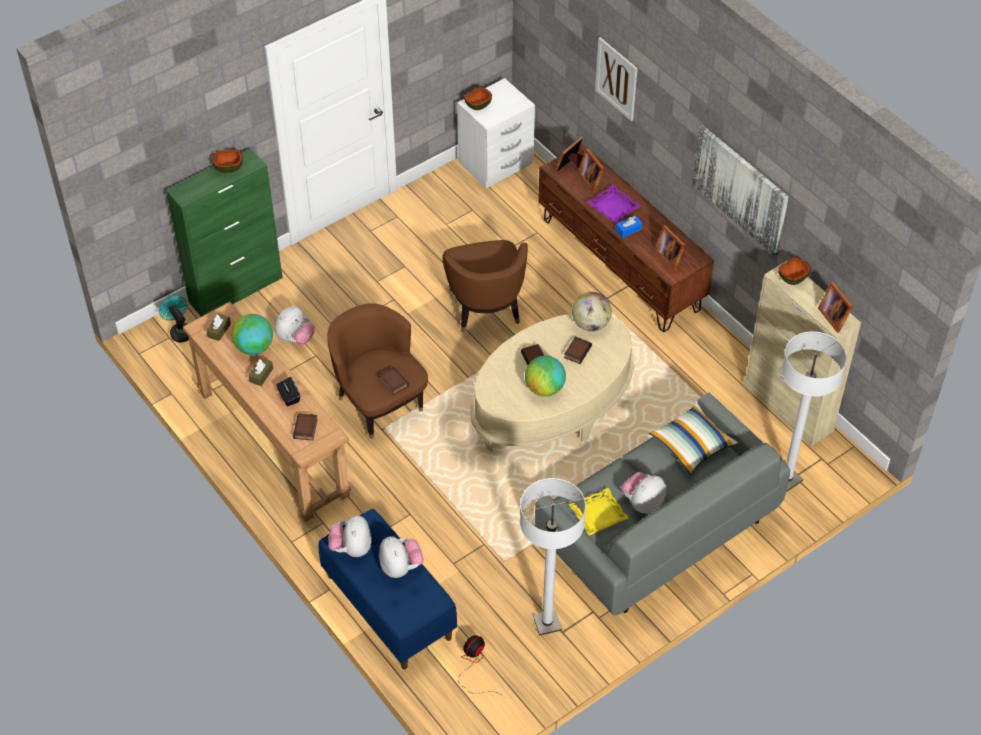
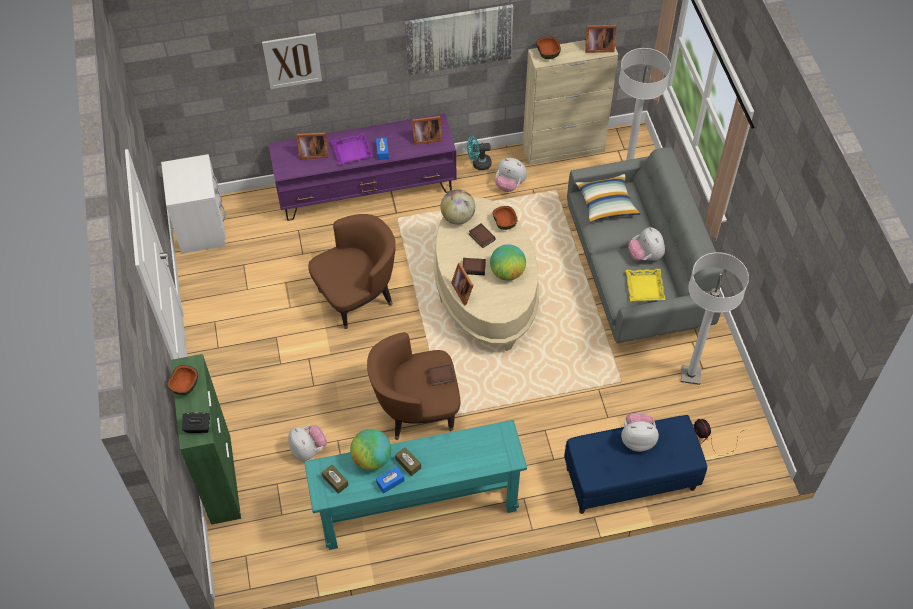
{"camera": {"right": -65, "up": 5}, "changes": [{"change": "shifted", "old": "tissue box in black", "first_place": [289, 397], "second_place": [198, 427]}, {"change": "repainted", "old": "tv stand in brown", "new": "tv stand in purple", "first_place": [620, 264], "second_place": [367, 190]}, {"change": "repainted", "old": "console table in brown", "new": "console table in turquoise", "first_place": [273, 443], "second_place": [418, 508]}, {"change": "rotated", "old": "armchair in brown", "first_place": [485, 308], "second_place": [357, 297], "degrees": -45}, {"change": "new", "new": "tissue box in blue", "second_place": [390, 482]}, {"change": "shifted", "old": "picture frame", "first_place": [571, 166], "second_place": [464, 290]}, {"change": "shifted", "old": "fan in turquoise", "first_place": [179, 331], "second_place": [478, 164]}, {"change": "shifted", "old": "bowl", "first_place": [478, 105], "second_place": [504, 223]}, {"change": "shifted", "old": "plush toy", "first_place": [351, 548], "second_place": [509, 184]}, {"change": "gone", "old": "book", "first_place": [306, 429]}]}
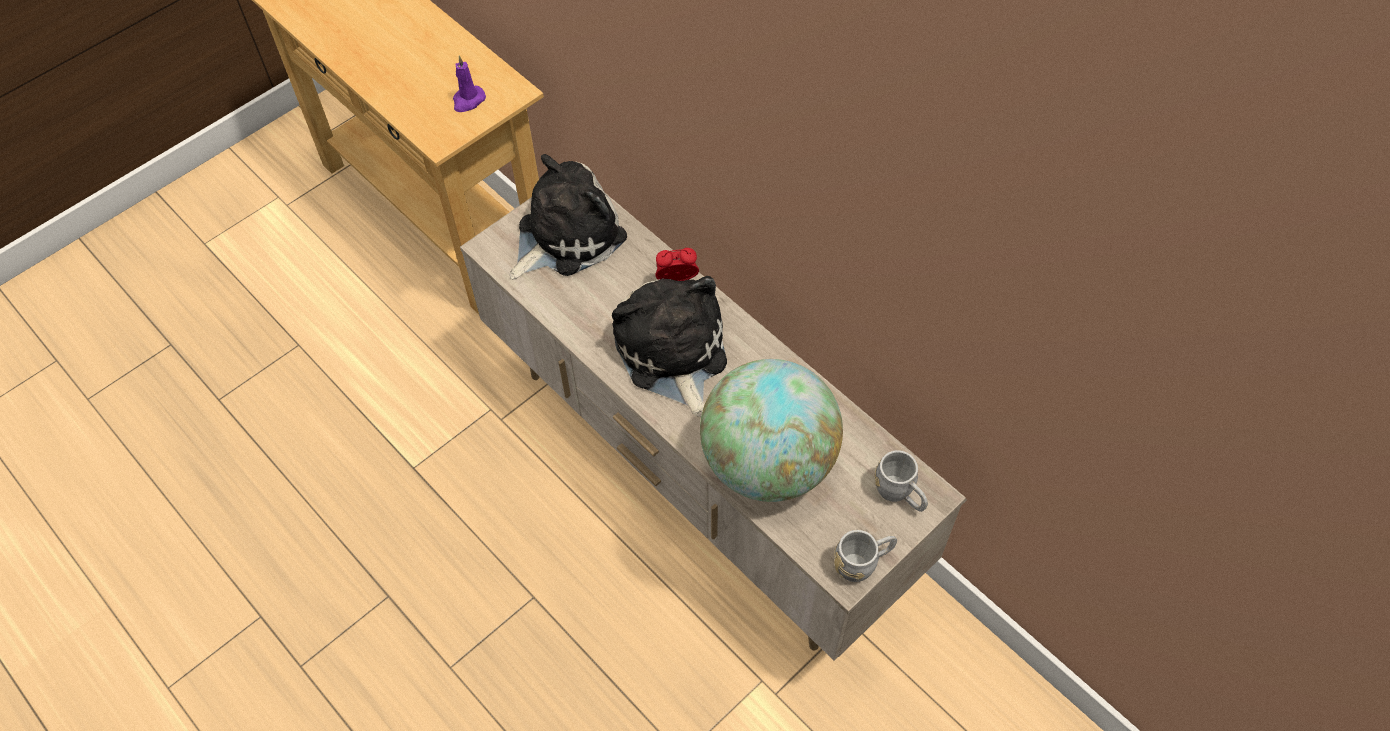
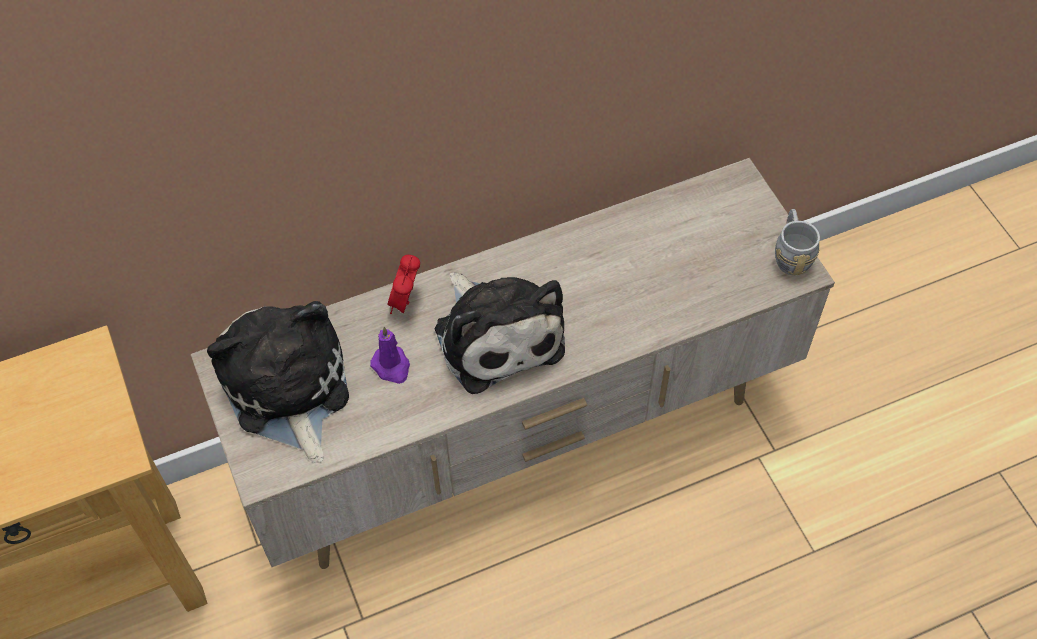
{"camera": {"right": -70, "up": 0}, "changes": [{"change": "shifted", "old": "candle in purple", "first_place": [468, 100], "second_place": [392, 366]}, {"change": "rotated", "old": "plush toy", "first_place": [672, 354], "second_place": [497, 334], "degrees": -120}, {"change": "gone", "old": "globe", "first_place": [768, 463]}, {"change": "gone", "old": "mug in grey", "first_place": [899, 495]}]}
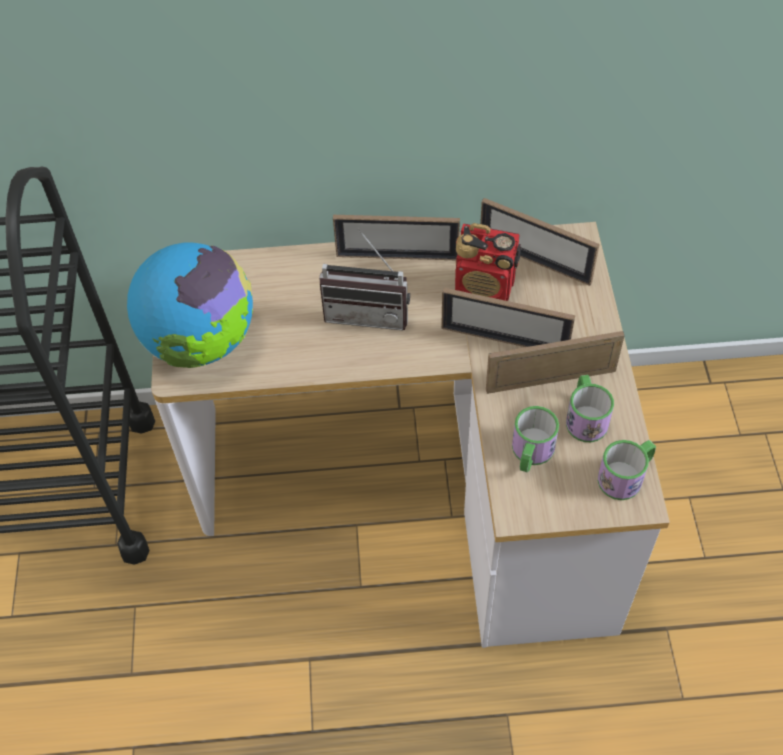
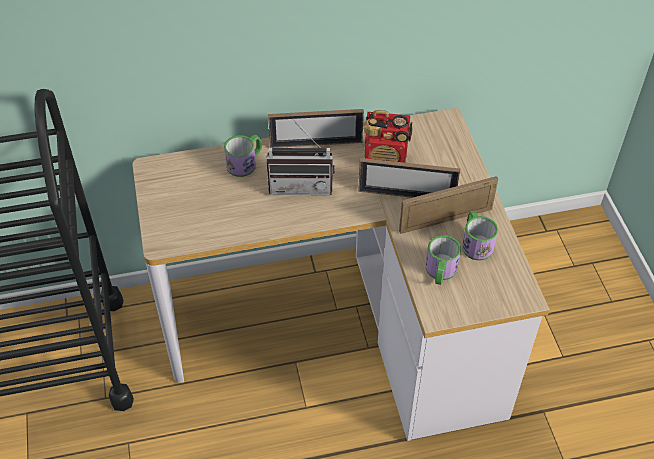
{"camera": {"right": -10, "up": -5}, "changes": [{"change": "shifted", "old": "mug", "first_place": [626, 476], "second_place": [245, 163]}, {"change": "gone", "old": "globe", "first_place": [201, 342]}, {"change": "gone", "old": "picture frame", "first_place": [534, 260]}]}
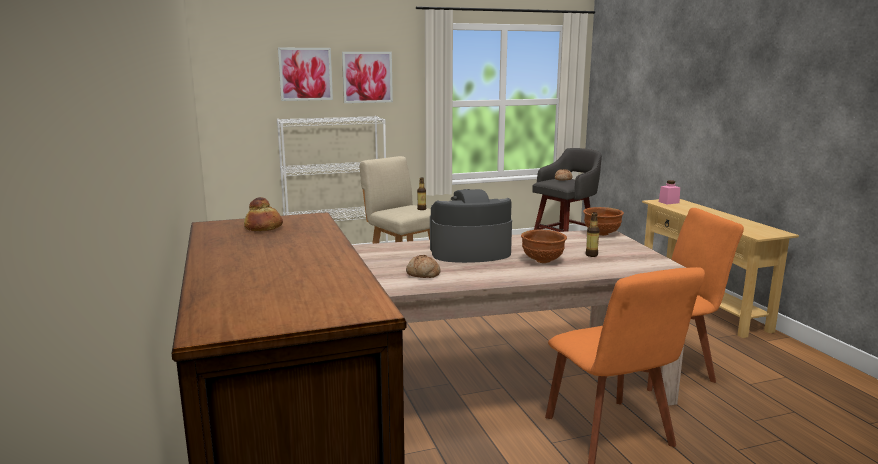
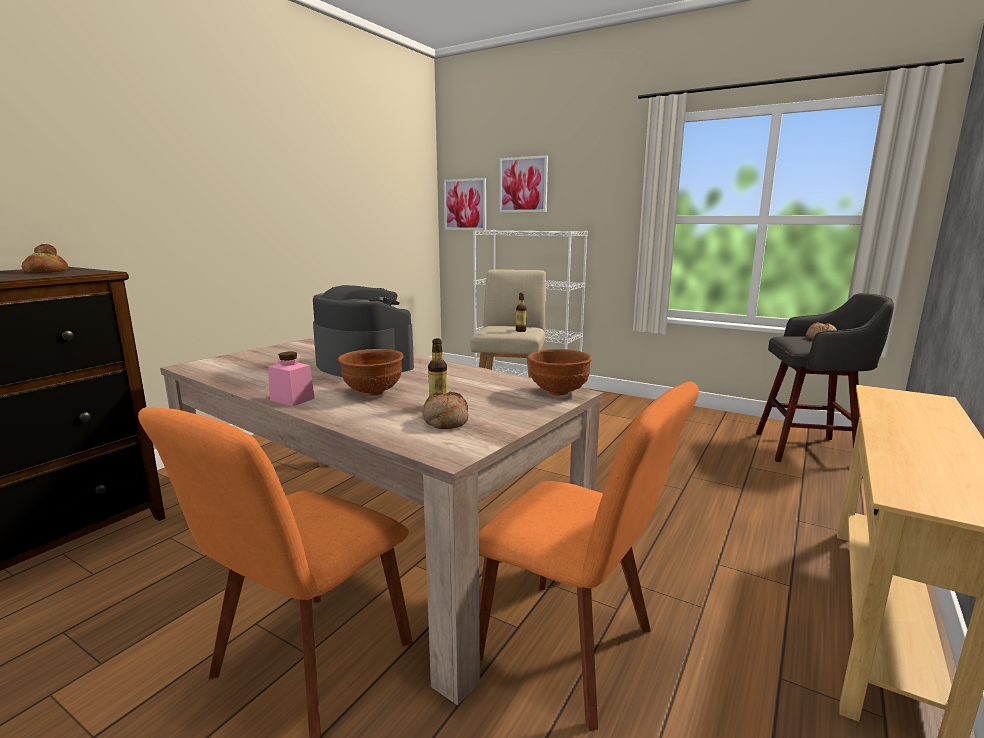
{"camera": {"right": 50, "up": 0}, "changes": [{"change": "shifted", "old": "jar in pink", "first_place": [668, 202], "second_place": [292, 399]}, {"change": "shifted", "old": "bread", "first_place": [422, 274], "second_place": [444, 421]}, {"change": "shifted", "old": "picture", "first_place": [367, 77], "second_place": [465, 204]}]}
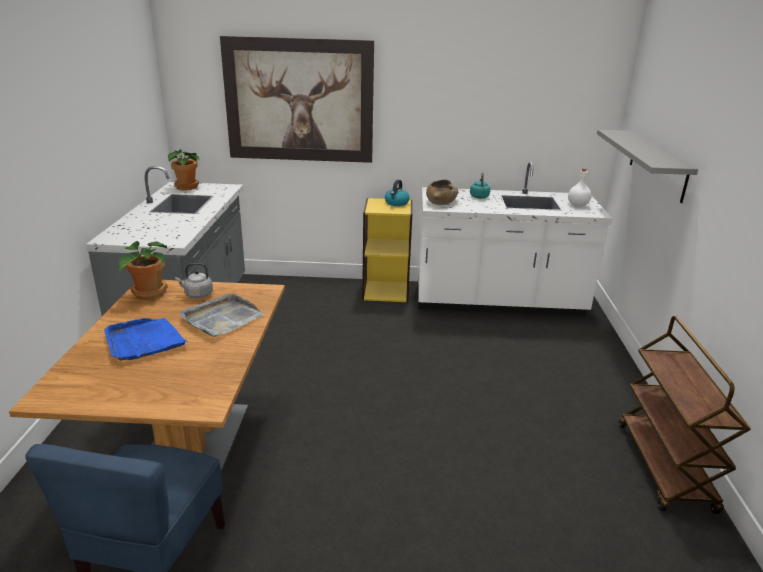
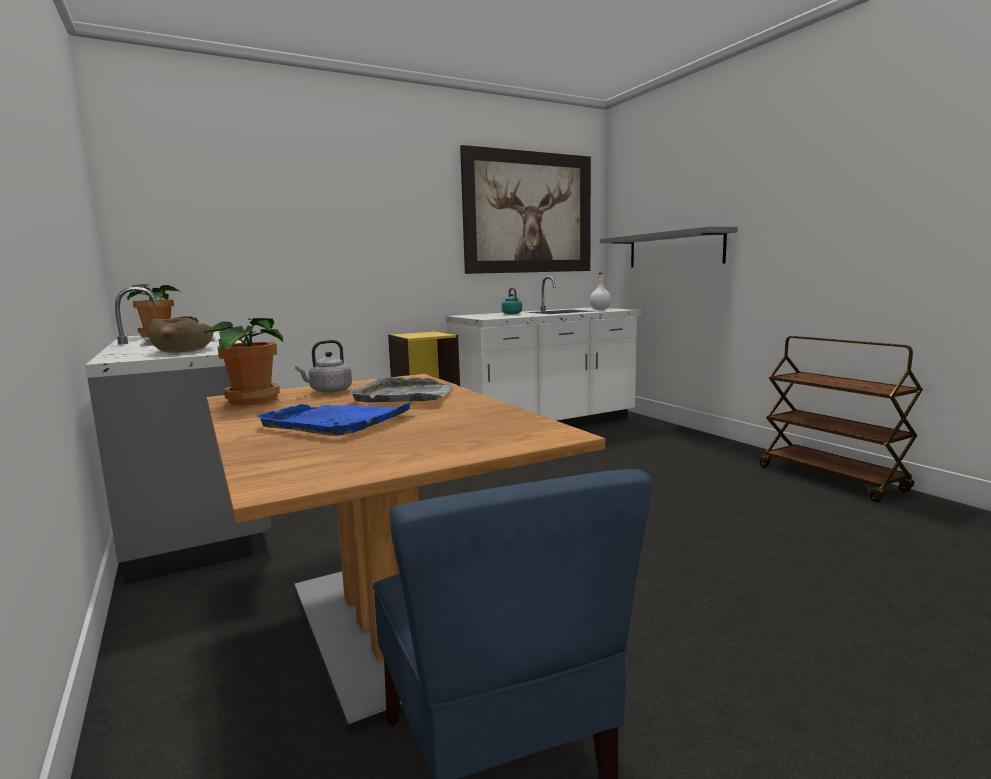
{"camera": {"right": -30, "up": -15}, "changes": [{"change": "shifted", "old": "bowl in brown", "first_place": [441, 201], "second_place": [183, 350]}, {"change": "shifted", "old": "picture", "first_place": [299, 101], "second_place": [529, 213]}, {"change": "gone", "old": "kettle", "first_place": [396, 203]}]}
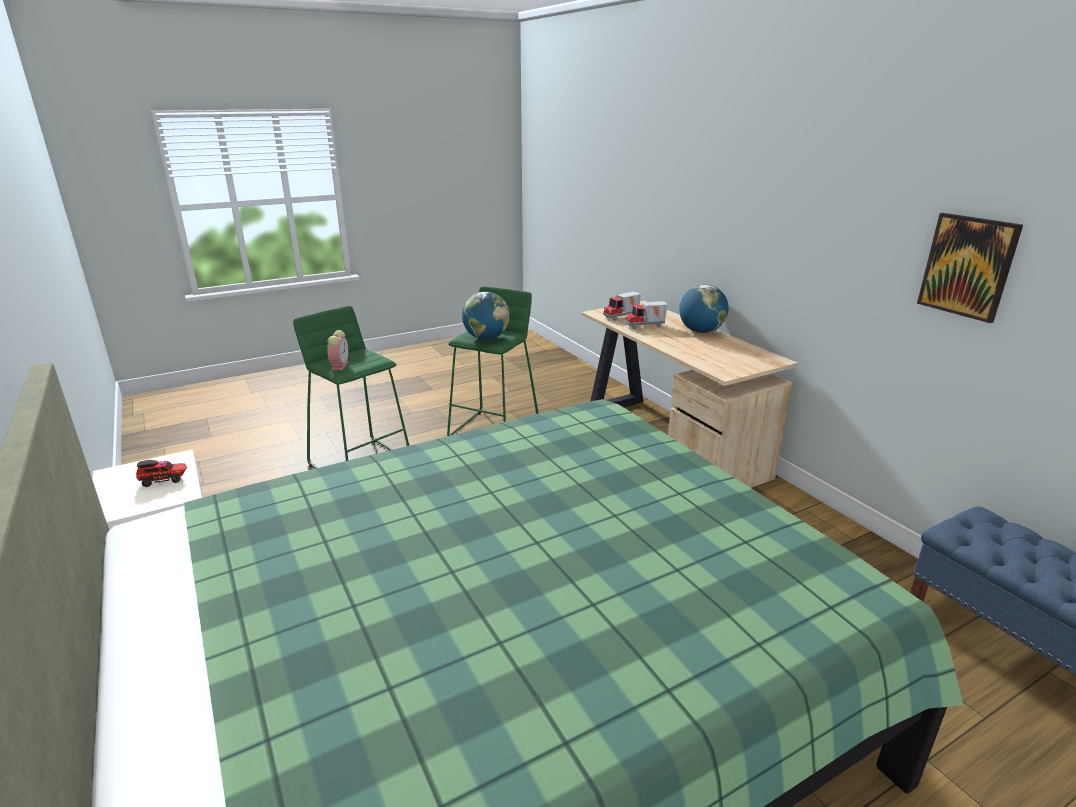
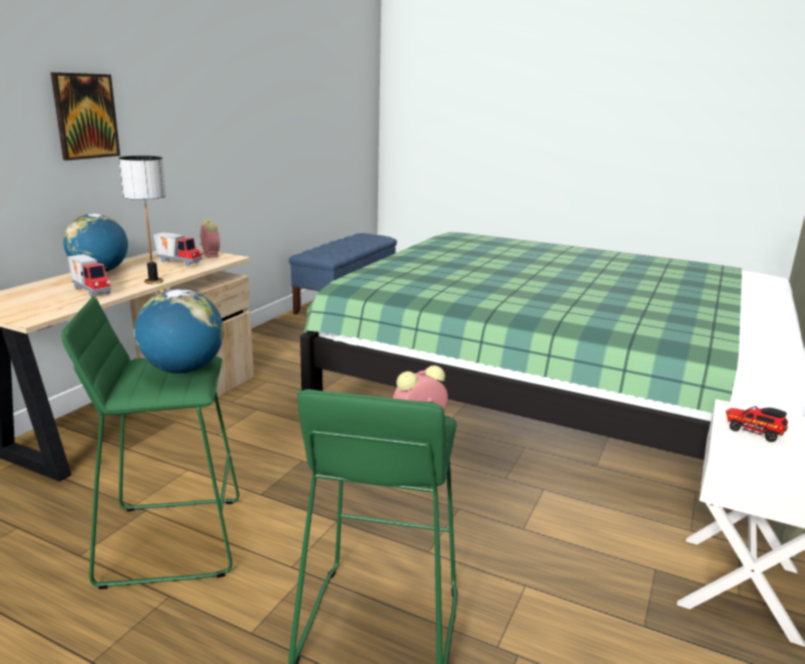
{"camera": {"right": -125, "up": -5}, "changes": [{"change": "shifted", "old": "picture", "first_place": [968, 266], "second_place": [85, 116]}, {"change": "new", "new": "table lamp", "second_place": [153, 281]}, {"change": "shifted", "old": "toy truck", "first_place": [622, 317], "second_place": [180, 262]}, {"change": "new", "new": "alarm clock", "second_place": [210, 254]}]}
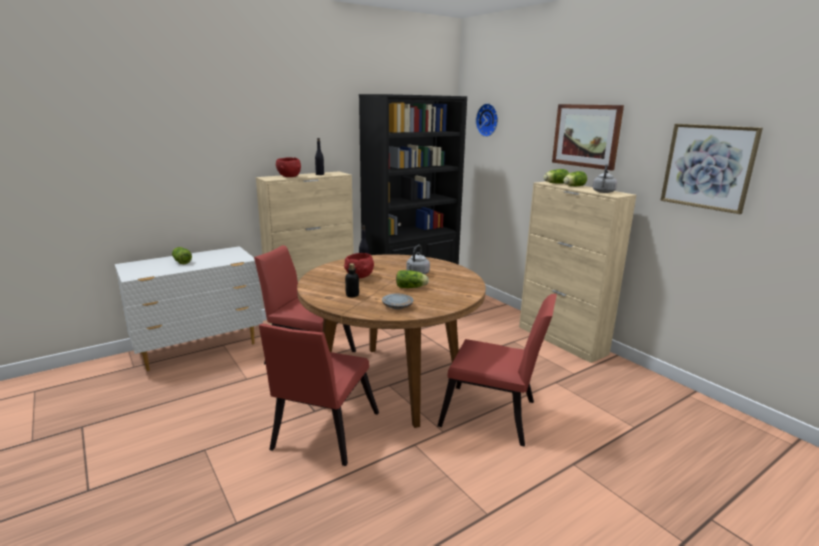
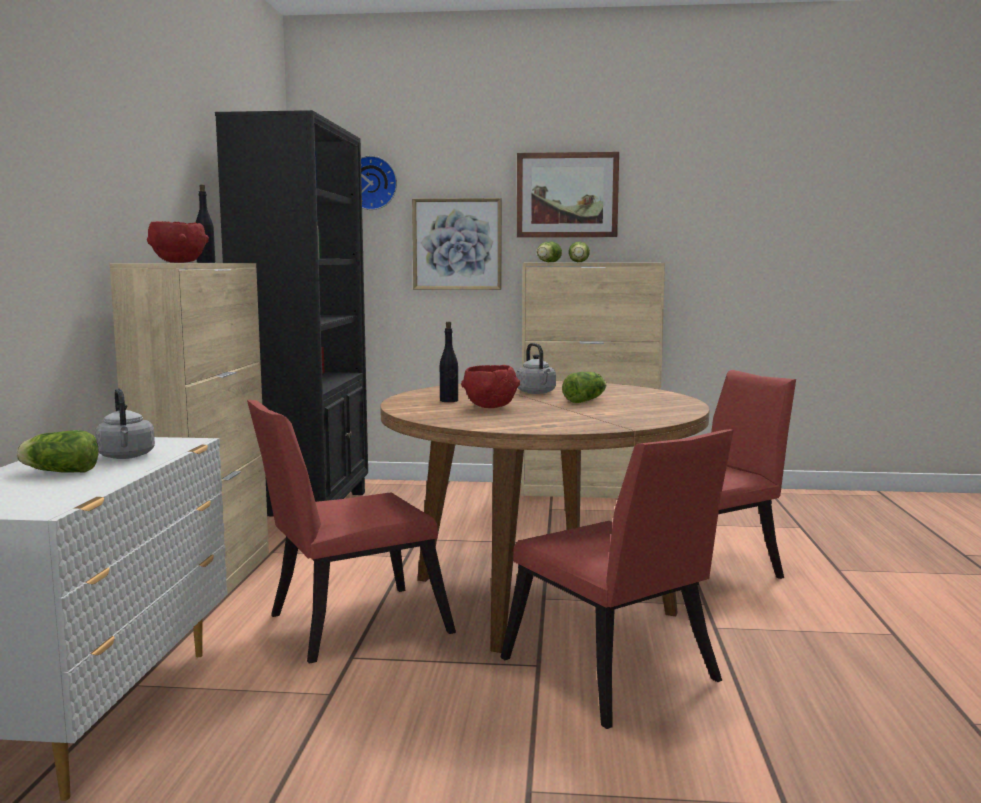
{"camera": {"right": -50, "up": -10}, "changes": [{"change": "shifted", "old": "kettle in grey", "first_place": [603, 192], "second_place": [126, 457]}, {"change": "shifted", "old": "picture", "first_place": [708, 167], "second_place": [457, 244]}, {"change": "gone", "old": "bottle", "first_place": [352, 295]}, {"change": "gone", "old": "plate in grey", "first_place": [397, 306]}]}
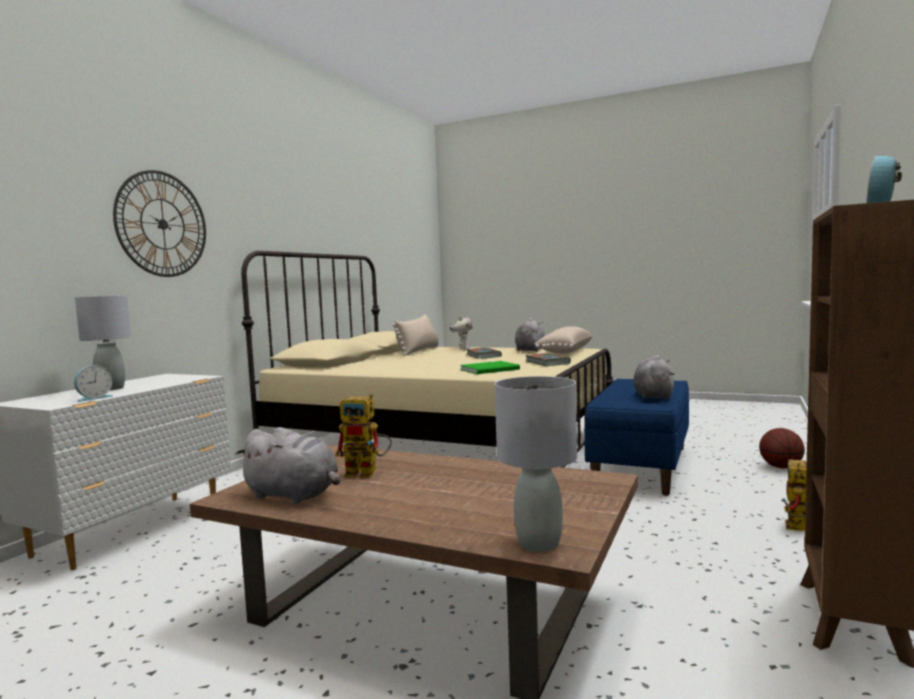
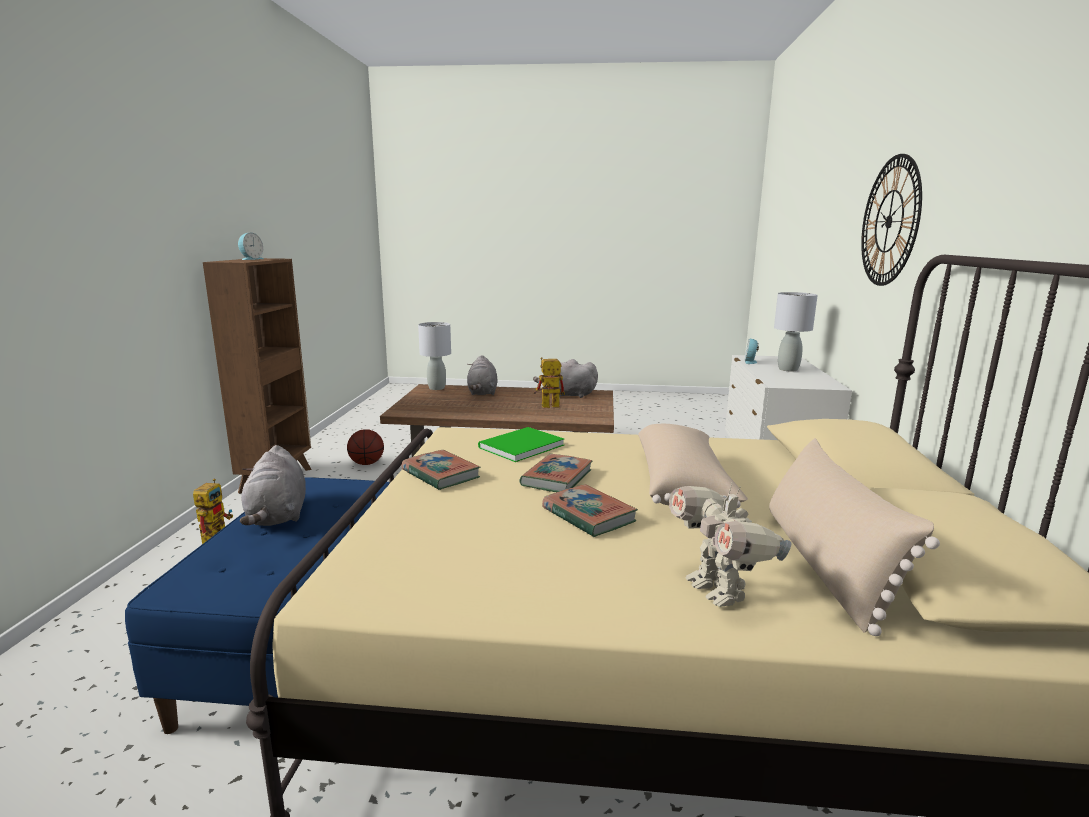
{"camera": {"right": 160, "up": 10}, "changes": [{"change": "shifted", "old": "basketball", "first_place": [781, 467], "second_place": [366, 463]}, {"change": "shifted", "old": "plush toy in grey", "first_place": [530, 350], "second_place": [482, 392]}, {"change": "new", "new": "book", "second_place": [557, 478]}, {"change": "shifted", "old": "pillow in beige", "first_place": [564, 352], "second_place": [683, 485]}]}
